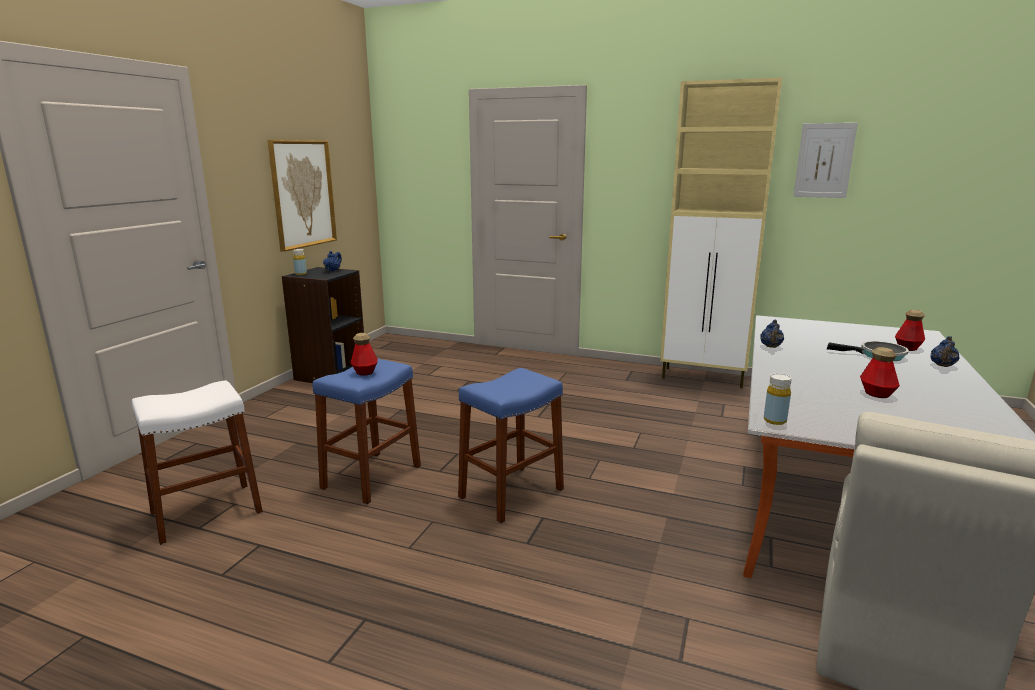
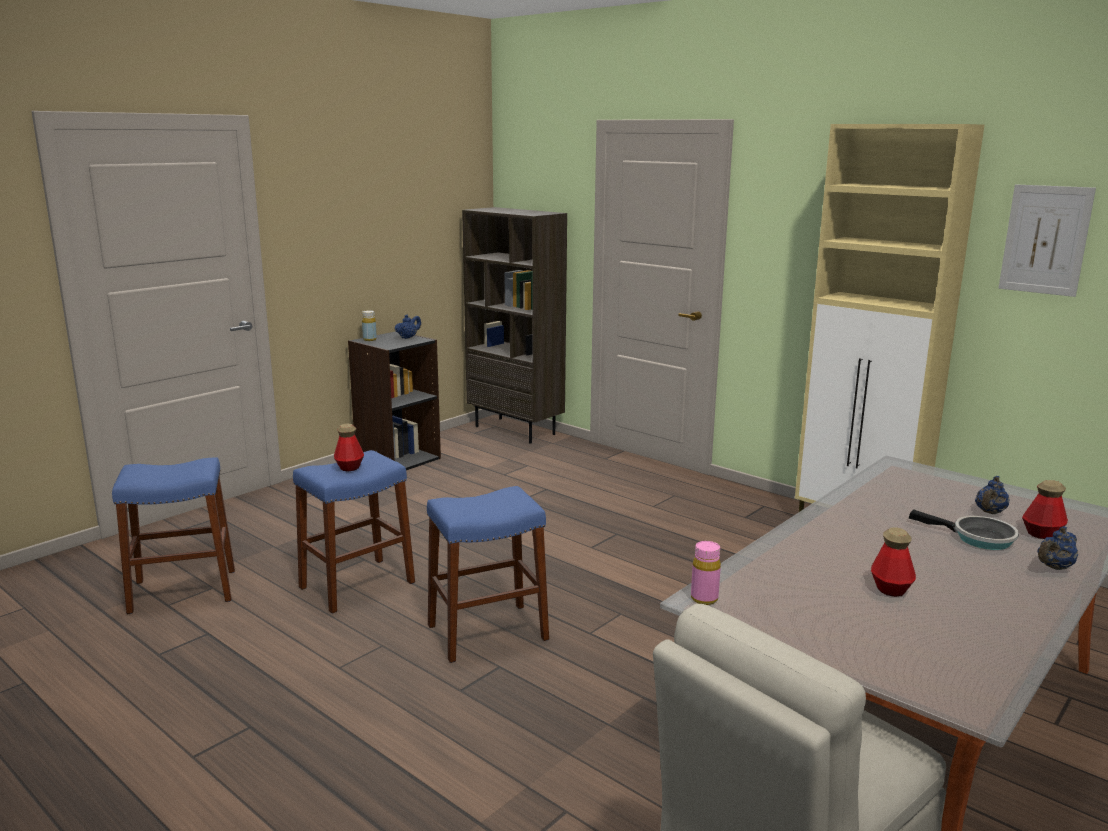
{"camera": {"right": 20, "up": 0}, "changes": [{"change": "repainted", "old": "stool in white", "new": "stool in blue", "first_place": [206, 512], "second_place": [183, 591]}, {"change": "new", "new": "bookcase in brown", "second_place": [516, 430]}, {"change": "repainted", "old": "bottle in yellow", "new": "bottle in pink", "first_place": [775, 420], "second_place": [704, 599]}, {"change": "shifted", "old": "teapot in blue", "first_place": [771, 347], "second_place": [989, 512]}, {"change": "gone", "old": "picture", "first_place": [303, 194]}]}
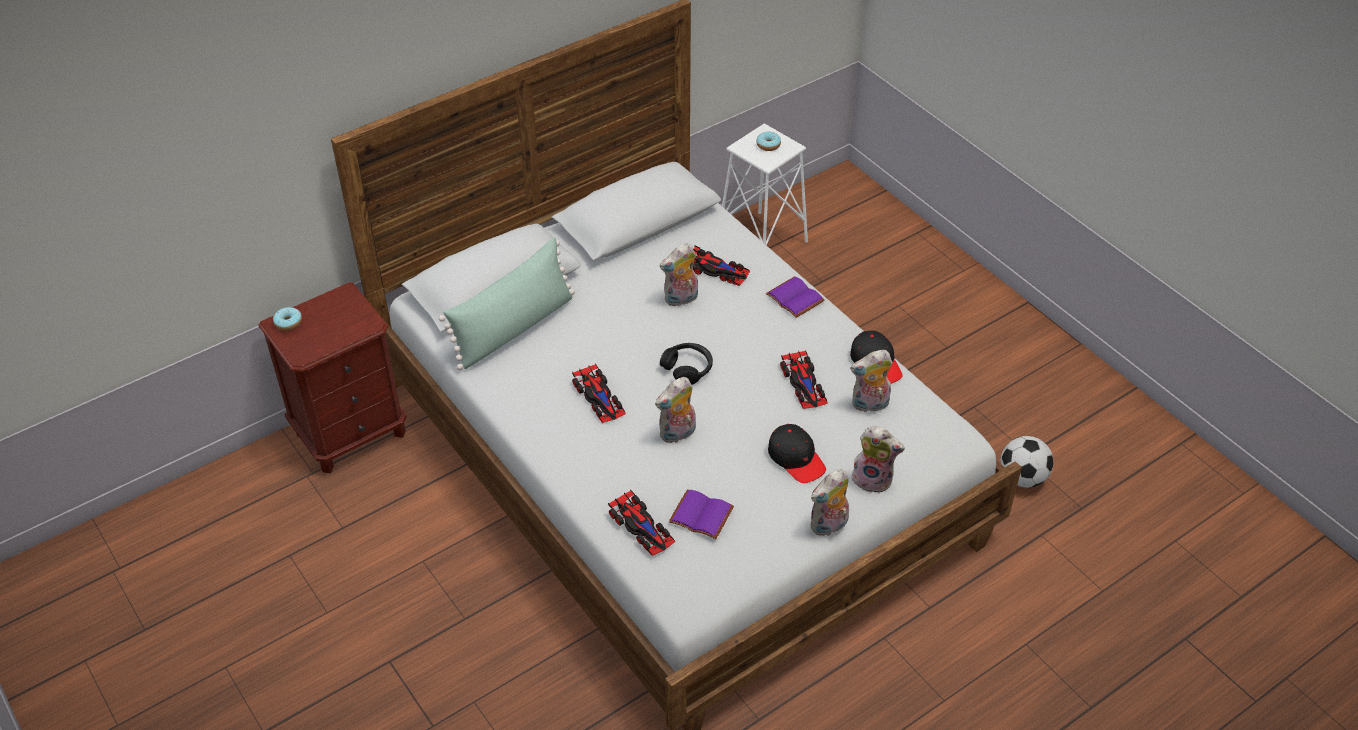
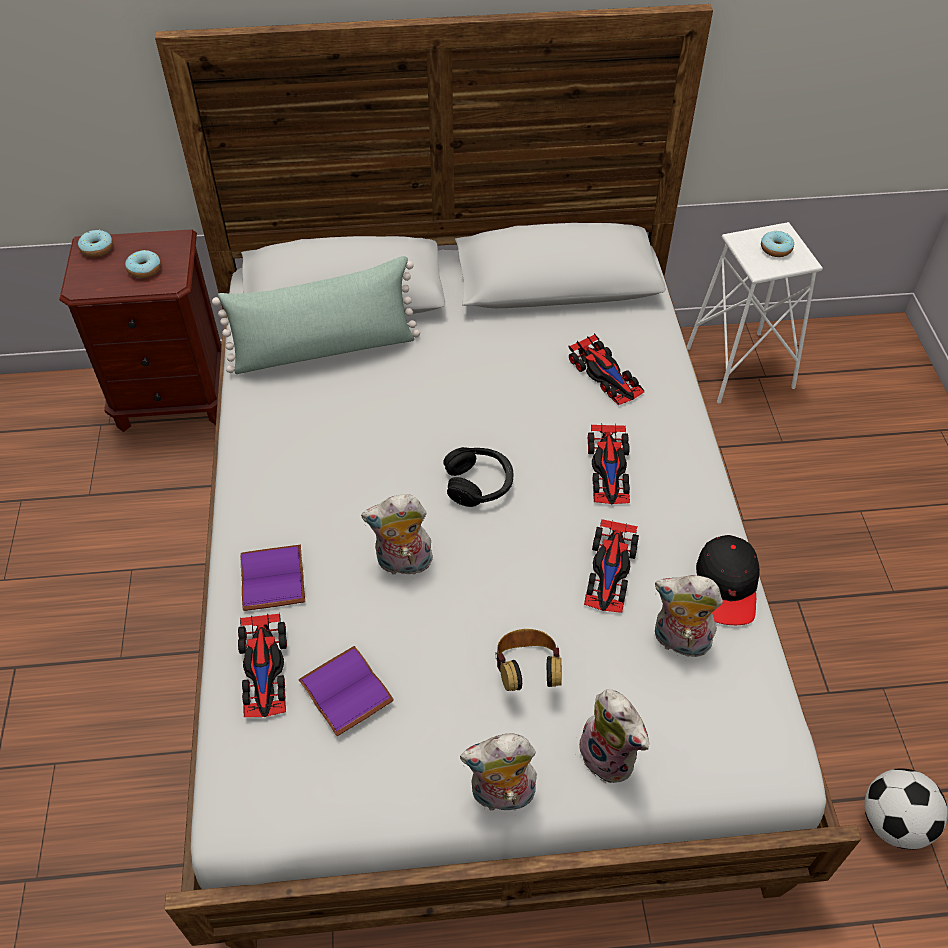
{"camera": {"right": 30, "up": 5}, "changes": [{"change": "new", "new": "donut", "second_place": [144, 269]}, {"change": "shifted", "old": "book in purple", "first_place": [796, 298], "second_place": [275, 579]}, {"change": "swapped", "old": "cap in black", "new": "headphones", "first_place": [796, 458], "second_place": [527, 671]}, {"change": "shifted", "old": "toy car", "first_place": [599, 398], "second_place": [609, 469]}, {"change": "gone", "old": "plush toy", "first_place": [681, 299]}]}
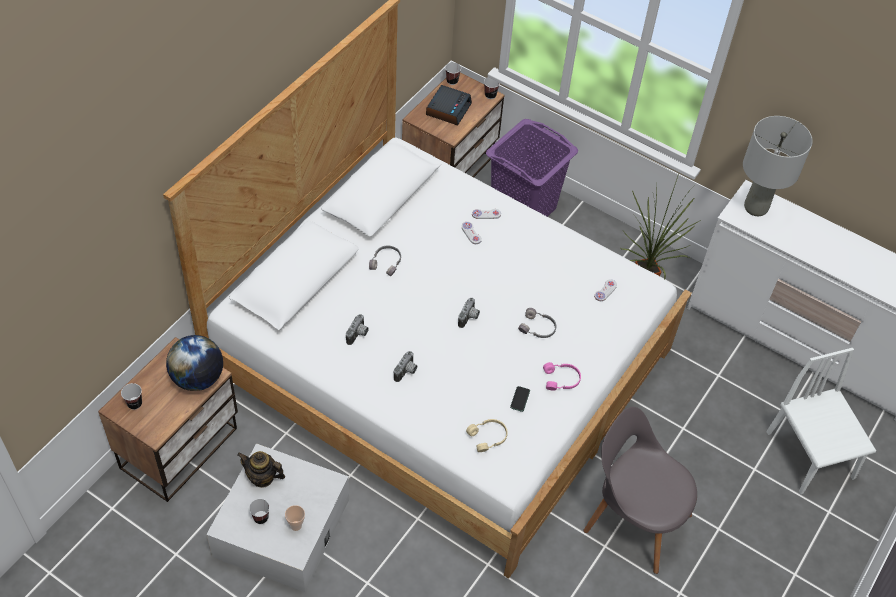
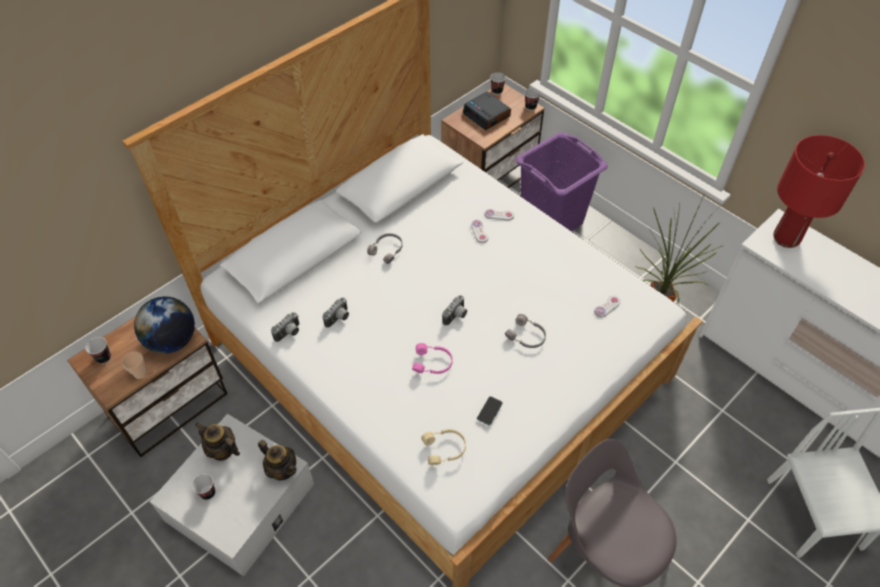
{"camera": {"right": 15, "up": 0}, "changes": [{"change": "shifted", "old": "cup", "first_place": [296, 525], "second_place": [140, 374]}, {"change": "new", "new": "teapot", "second_place": [282, 469]}, {"change": "shifted", "old": "photo camera", "first_place": [406, 372], "second_place": [289, 333]}, {"change": "shifted", "old": "headphones in pink", "first_place": [561, 380], "second_place": [433, 363]}, {"change": "rotated", "old": "alarm clock", "first_place": [448, 109], "second_place": [487, 115], "degrees": 105}, {"change": "repainted", "old": "table lamp in grey", "new": "table lamp in red", "first_place": [755, 207], "second_place": [786, 238]}]}
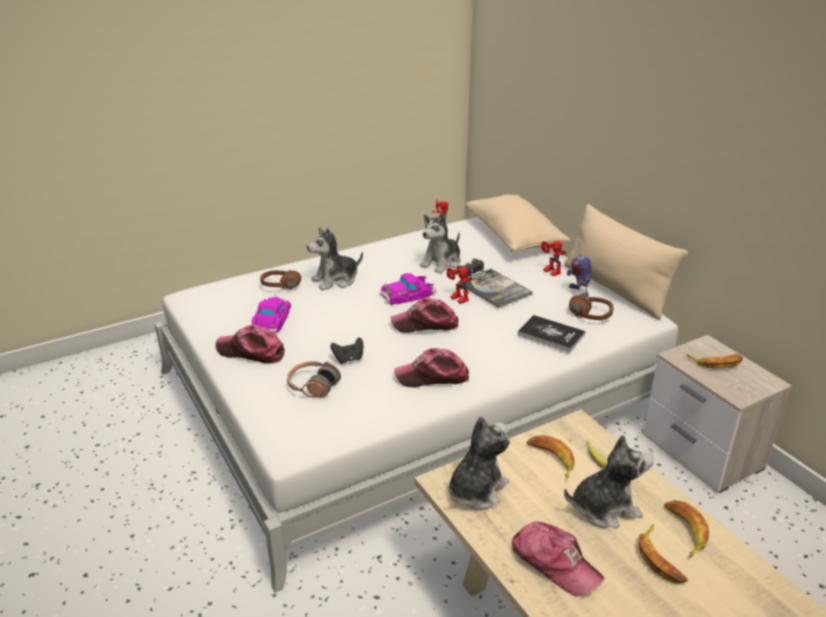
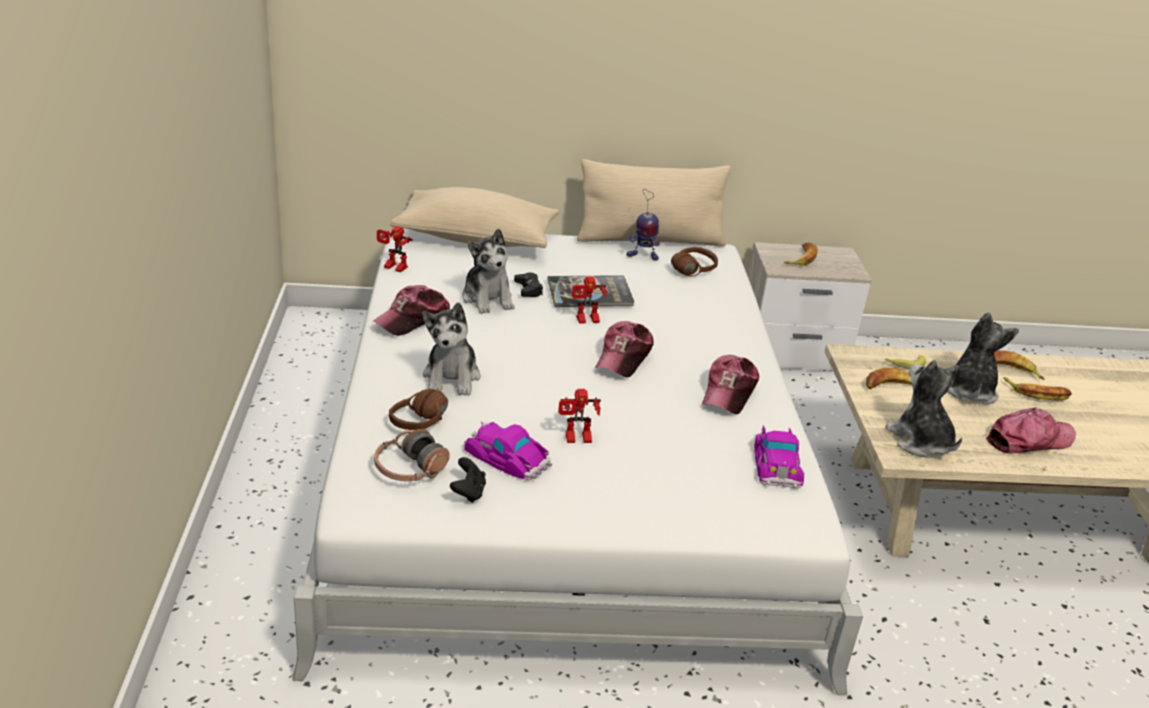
{"camera": {"right": -65, "up": 0}, "changes": [{"change": "shifted", "old": "cap", "first_place": [251, 352], "second_place": [413, 319]}, {"change": "shifted", "old": "headphones", "first_place": [313, 386], "second_place": [410, 469]}, {"change": "shifted", "old": "game controller in black", "first_place": [348, 359], "second_place": [468, 492]}, {"change": "shifted", "old": "toy robot", "first_place": [549, 272], "second_place": [576, 440]}, {"change": "shifted", "old": "toy car", "first_place": [407, 294], "second_place": [777, 463]}, {"change": "gone", "old": "book", "first_place": [551, 334]}]}
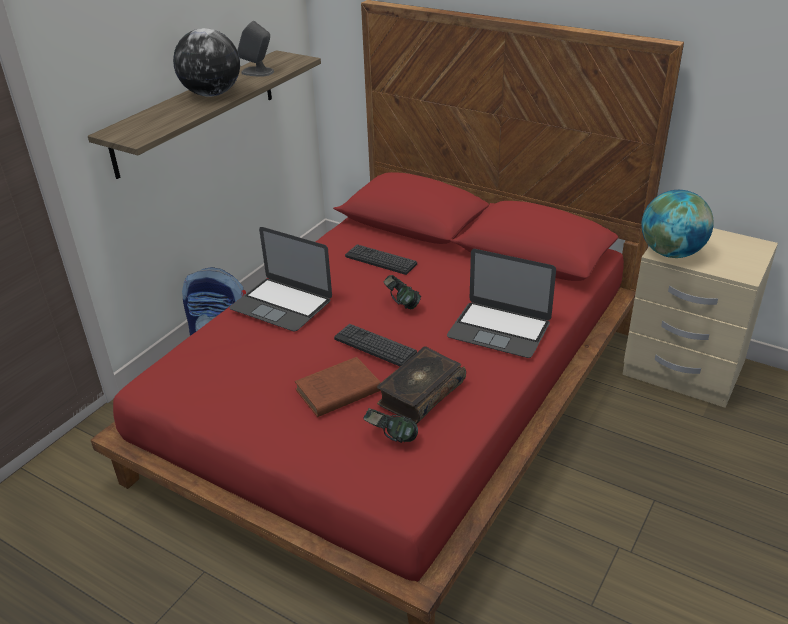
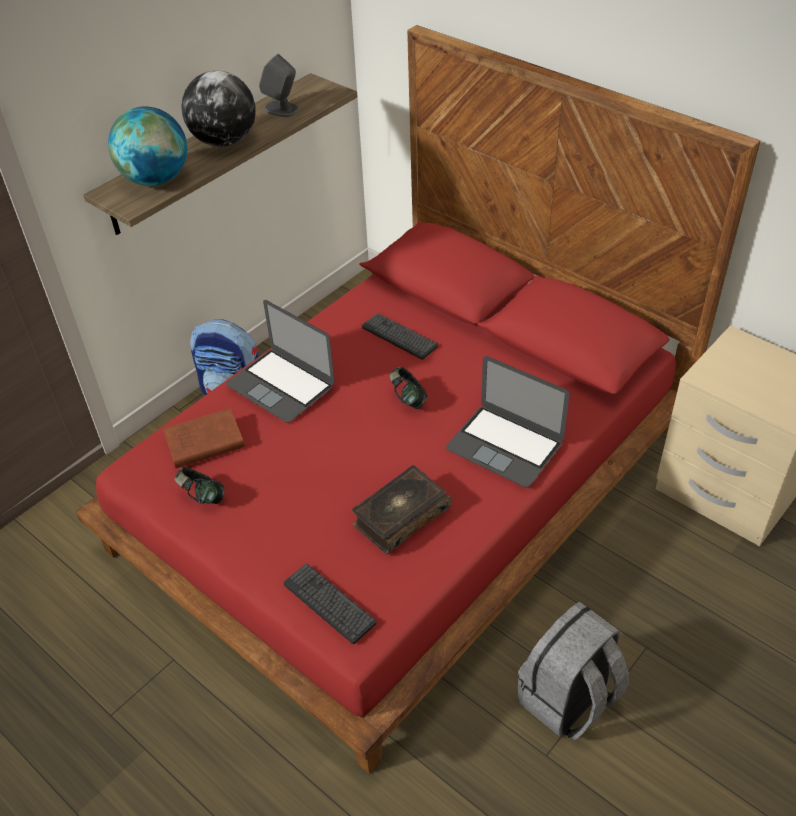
{"camera": {"right": 10, "up": 10}, "changes": [{"change": "shifted", "old": "globe", "first_place": [671, 253], "second_place": [156, 180]}, {"change": "shifted", "old": "book in brown", "first_place": [336, 391], "second_place": [202, 443]}, {"change": "shifted", "old": "headphones", "first_place": [390, 438], "second_place": [202, 497]}, {"change": "shifted", "old": "keyboard", "first_place": [375, 346], "second_place": [329, 603]}, {"change": "new", "new": "backpack in grey", "second_place": [568, 700]}]}
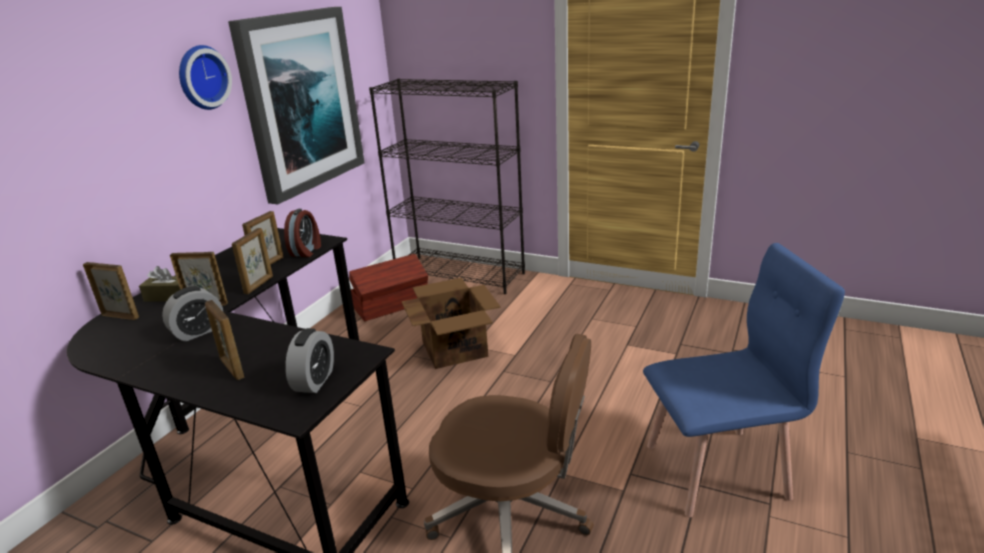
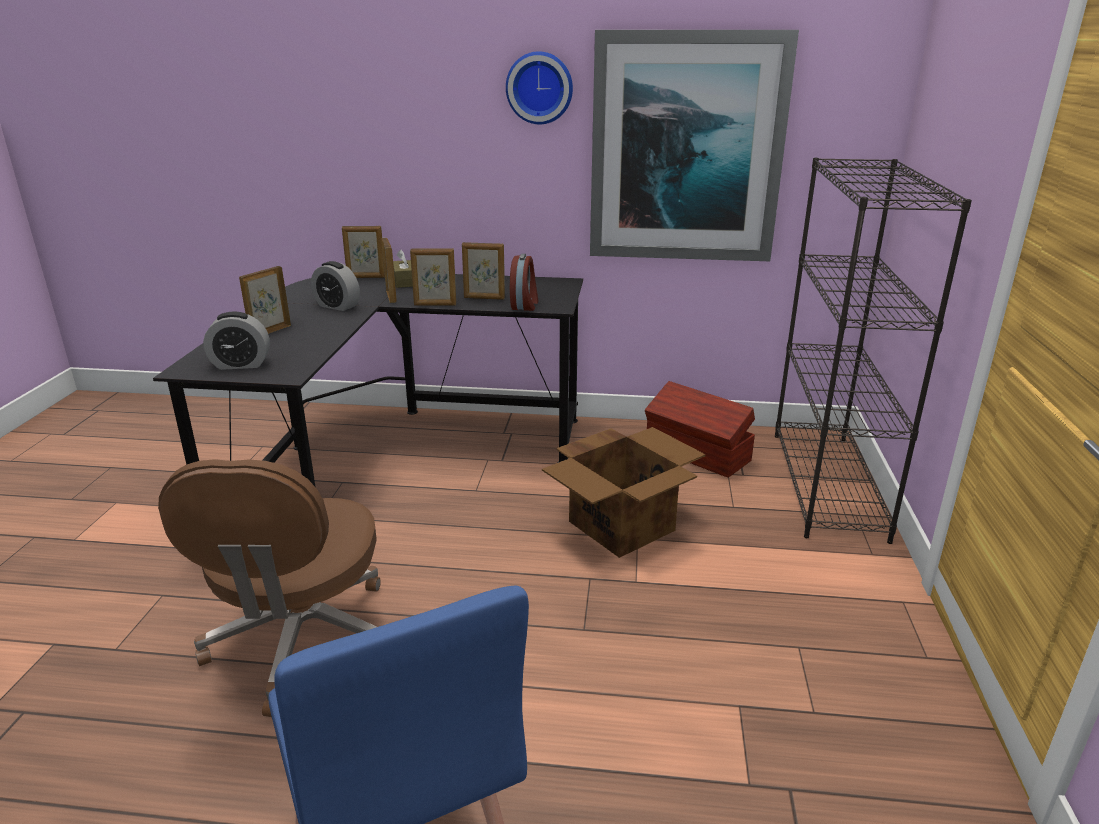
{"camera": {"right": 70, "up": 0}, "changes": [{"change": "rotated", "old": "picture frame", "first_place": [120, 316], "second_place": [366, 277], "degrees": 90}, {"change": "rotated", "old": "alarm clock", "first_place": [306, 251], "second_place": [525, 305], "degrees": -75}]}
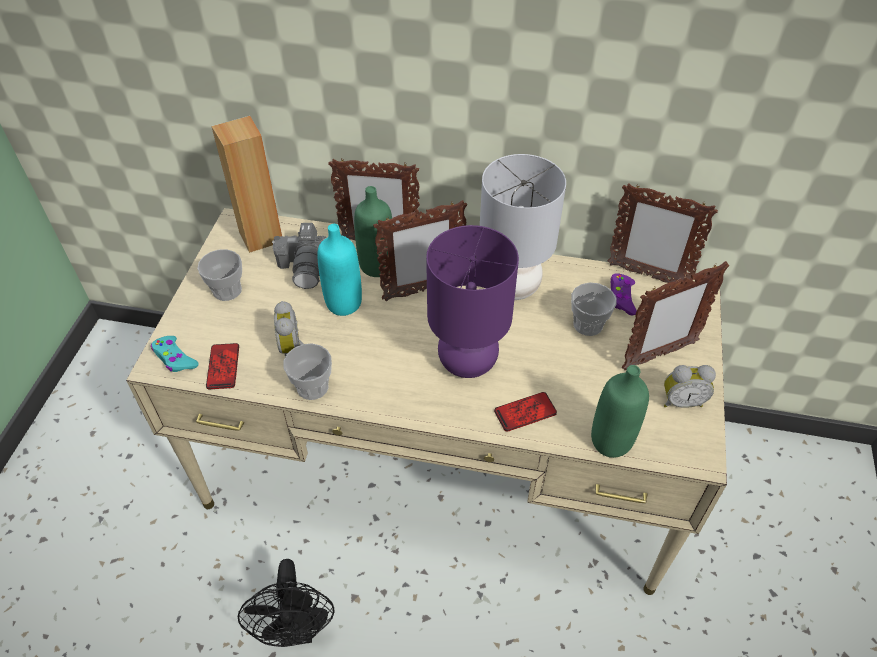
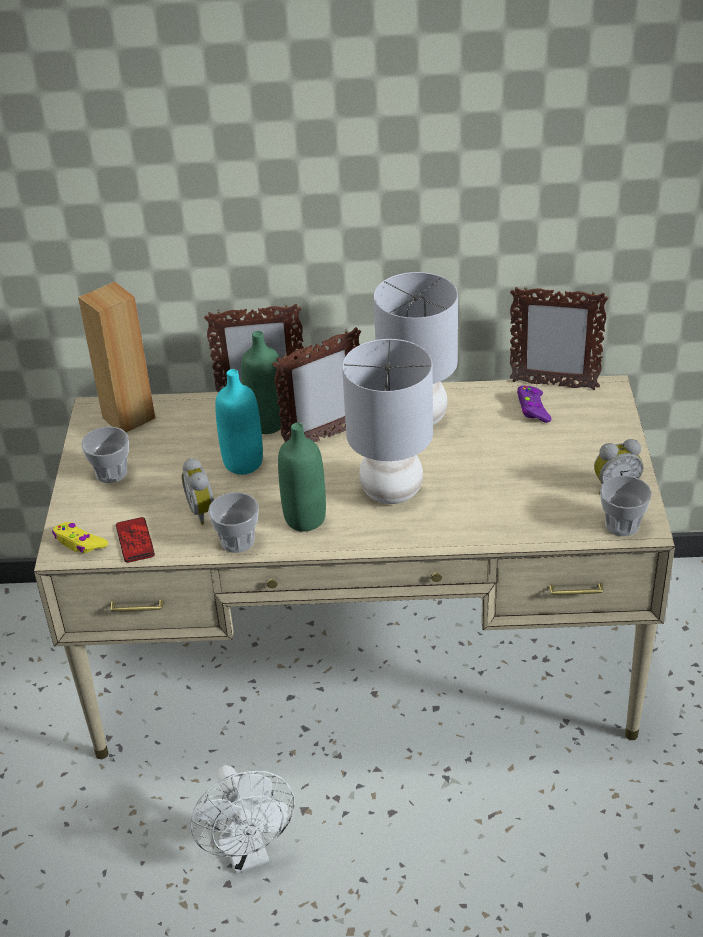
{"camera": {"right": -10, "up": -10}, "changes": [{"change": "repainted", "old": "game controller in turquoise", "new": "game controller in yellow", "first_place": [175, 358], "second_place": [79, 543]}, {"change": "repainted", "old": "fan in black", "new": "fan in white", "first_place": [297, 629], "second_place": [248, 853]}, {"change": "shifted", "old": "bottle in green", "first_place": [611, 441], "second_place": [305, 519]}, {"change": "repainted", "old": "table lamp in purple", "new": "table lamp in grey", "first_place": [467, 361], "second_place": [390, 491]}, {"change": "shifted", "old": "cup", "first_place": [588, 324], "second_place": [622, 525]}, {"change": "gone", "old": "photo camera", "first_place": [305, 266]}, {"change": "gone", "old": "phone", "first_place": [525, 412]}, {"change": "gone", "old": "picture frame", "first_place": [658, 356]}]}
